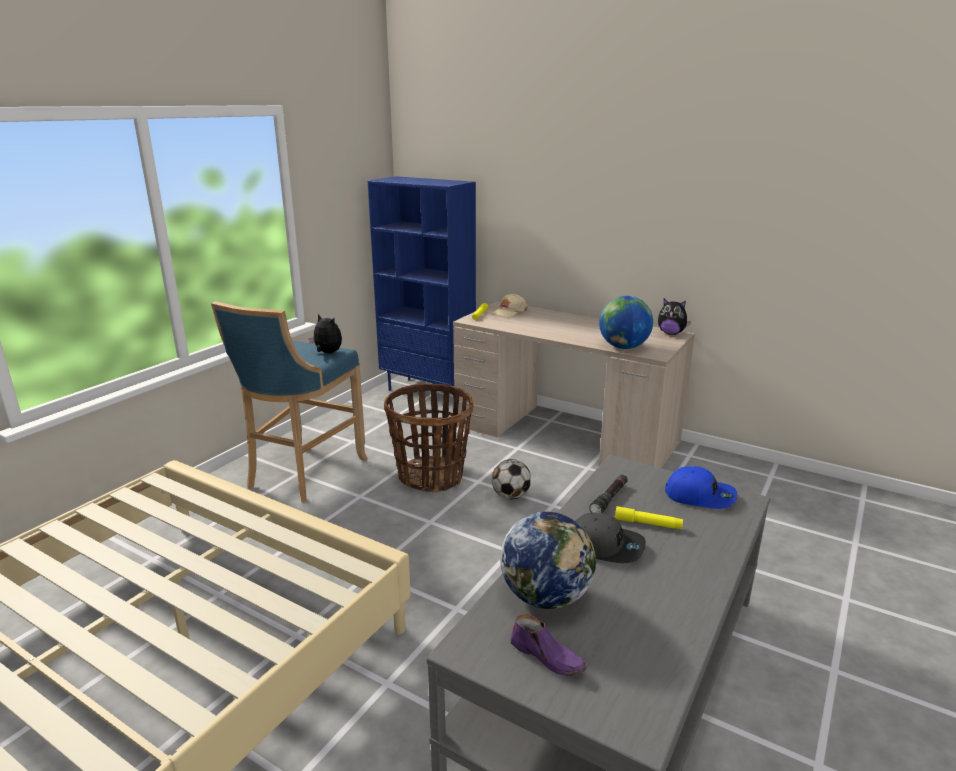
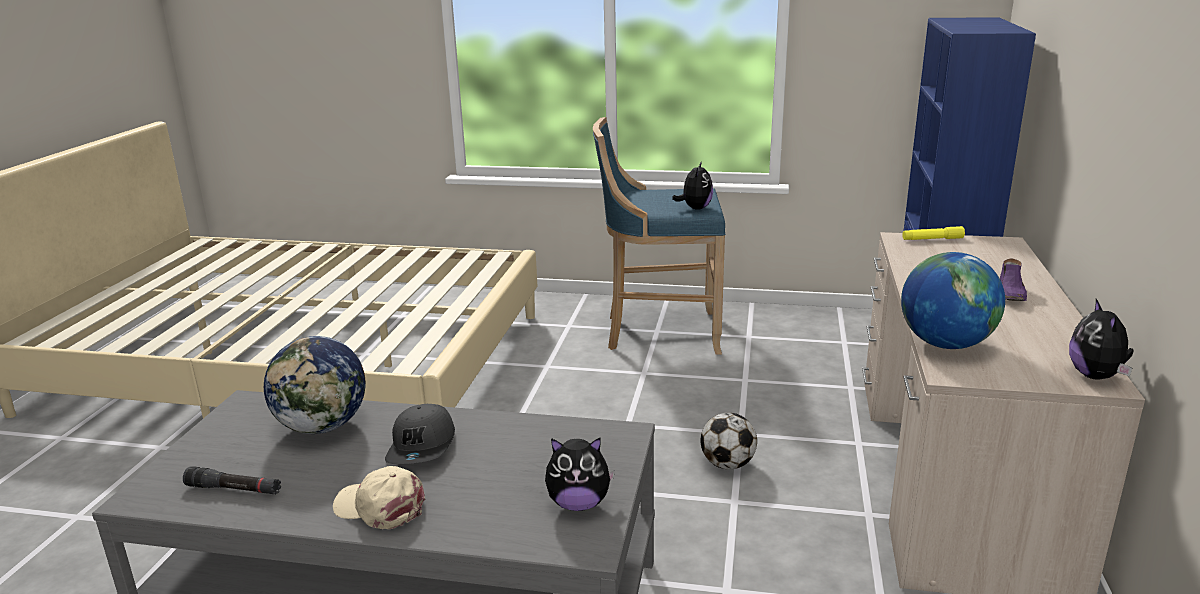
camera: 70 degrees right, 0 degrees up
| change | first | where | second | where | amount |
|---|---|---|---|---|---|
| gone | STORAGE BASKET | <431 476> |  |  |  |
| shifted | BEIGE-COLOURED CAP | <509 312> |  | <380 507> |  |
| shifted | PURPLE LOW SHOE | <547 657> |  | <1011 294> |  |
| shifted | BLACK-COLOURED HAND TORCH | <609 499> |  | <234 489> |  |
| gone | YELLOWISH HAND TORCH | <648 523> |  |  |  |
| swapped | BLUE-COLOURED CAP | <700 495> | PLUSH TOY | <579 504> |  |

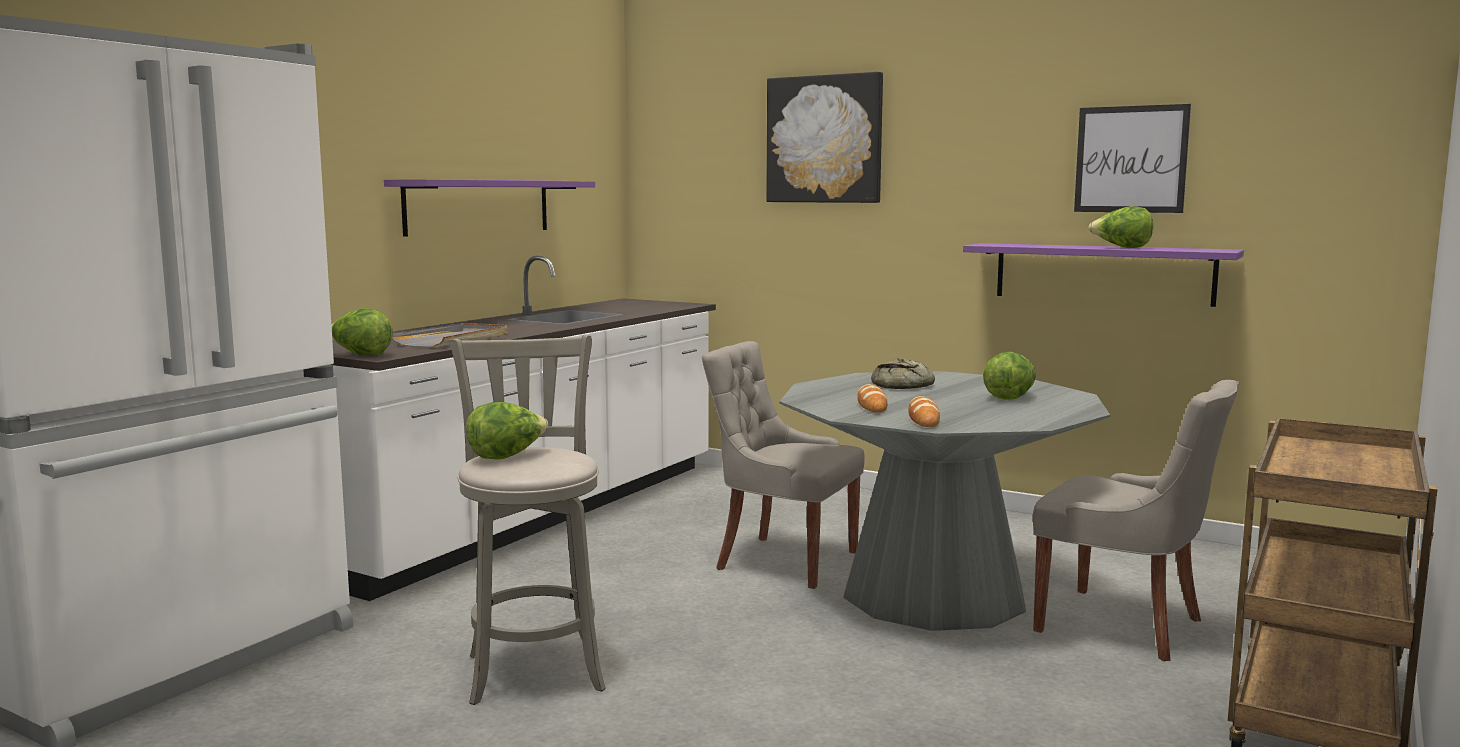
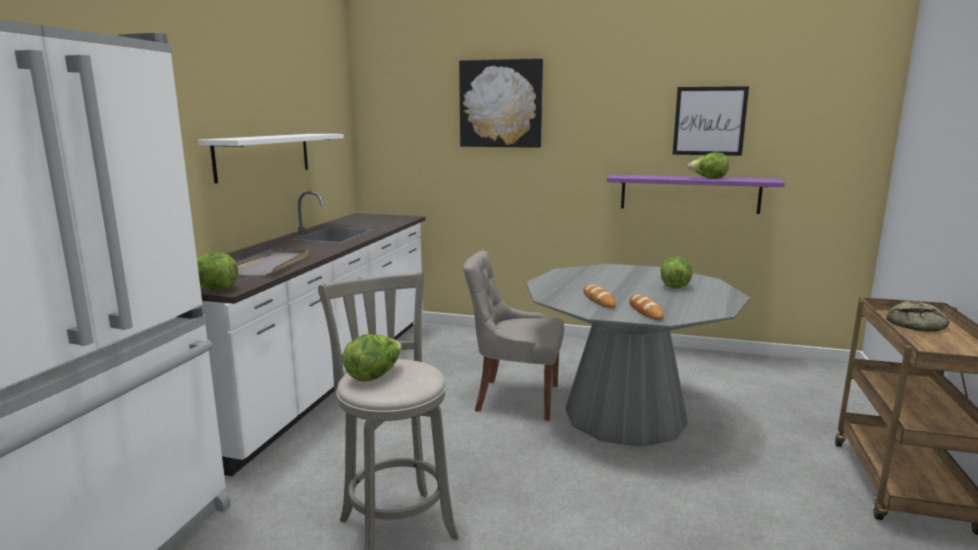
camera: 15 degrees left, 5 degrees up
| change | first | where | second | where | amount |
|---|---|---|---|---|---|
| repainted | PURPLE WALL SHELF | <478 206> | WHITE-COLOURED WALL SHELF | <264 156> |  |
| shifted | BREAD | <903 385> |  | <919 325> |  |
| gone | GREYISH CHAIR | <1124 625> |  |  |  |

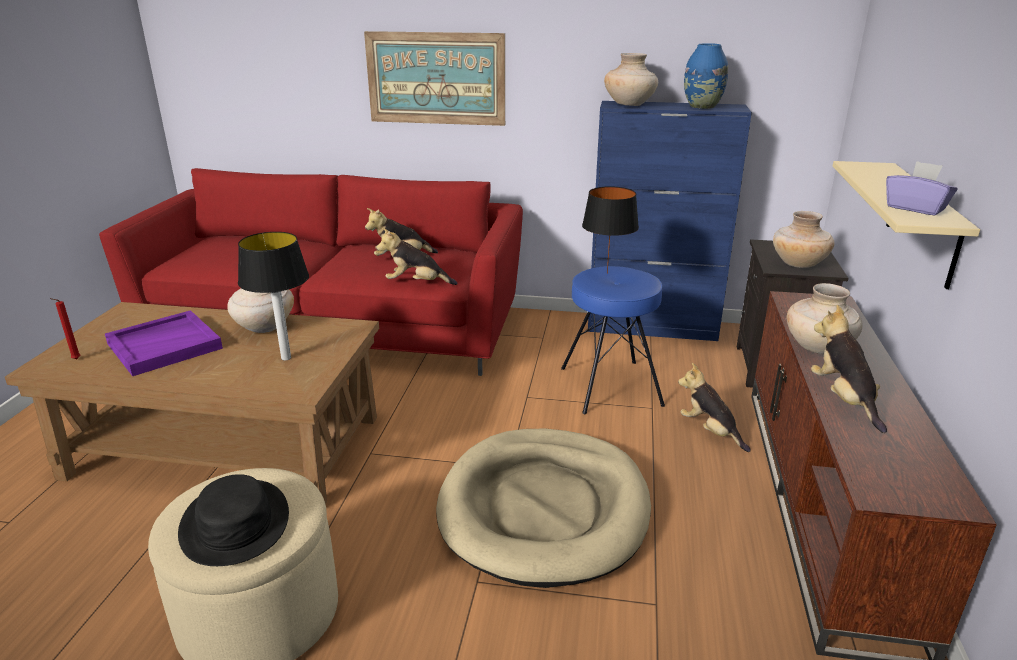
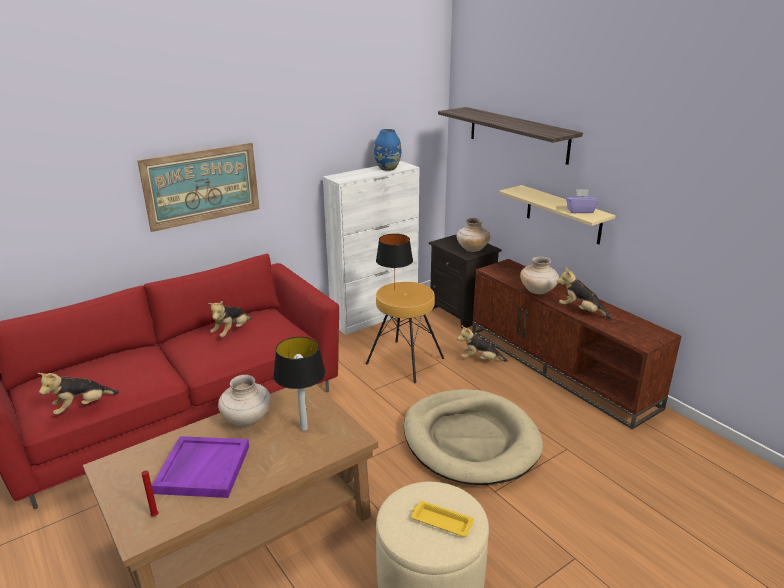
camera: 45 degrees left, 0 degrees up
| change | first | where | second | where | amount |
|---|---|---|---|---|---|
| swapped | BLACK-COLOURED HAT | <234 523> | YELLOWISH CARRYING TRAY | <441 521> |  |
| shifted | PLUSH TOY | <416 283> |  | <82 407> |  |
| repainted | BLUE-COLOURED SITTING STOOL | <609 386> | BROWN SITTING STOOL | <405 361> |  |
| repainted | BLUE-COLOURED CUPBOARD | <652 327> | WHITE-COLOURED CUPBOARD | <375 316> |  |
| gone | BEIGE-COLOURED FLOWER VASE | <630 105> |  |  |  |
| new |  |  | WALL SHELF | <517 134> |  |

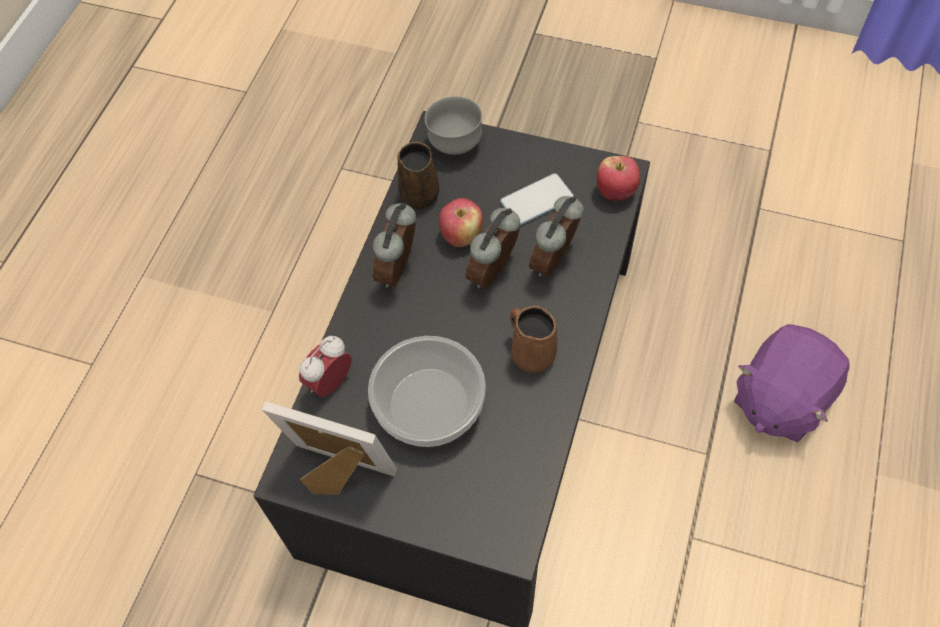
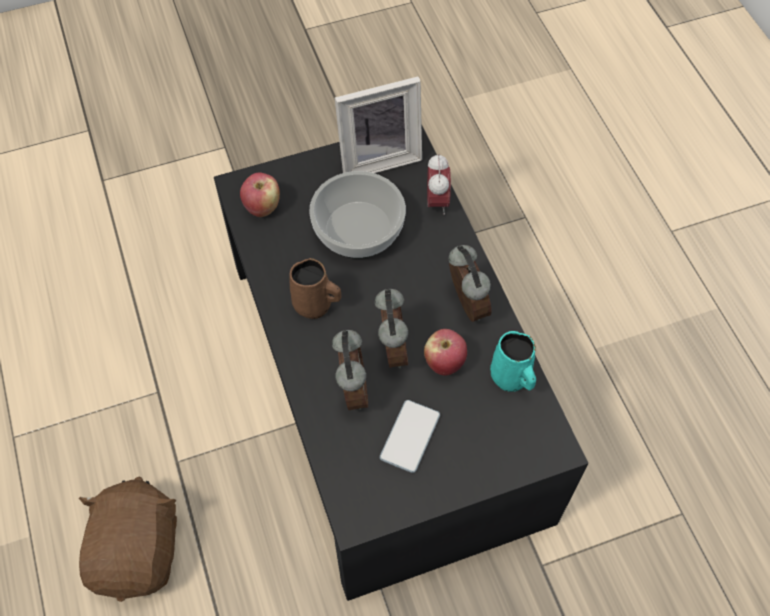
camera: 140 degrees right, 0 degrees up
| change | first | where | second | where | amount |
|---|---|---|---|---|---|
| repainted | BROWN TEA MUG | <420 193> | BLUE-GREEN TEA MUG | <511 378> |  |
| gone | GREYISH BOWL | <455 145> |  |  |  |
| shifted | APPLE | <616 192> |  | <262 207> |  |
| repainted | PURPLE PLUSH TOY | <780 398> | BROWN PLUSH TOY | <139 550> |  |

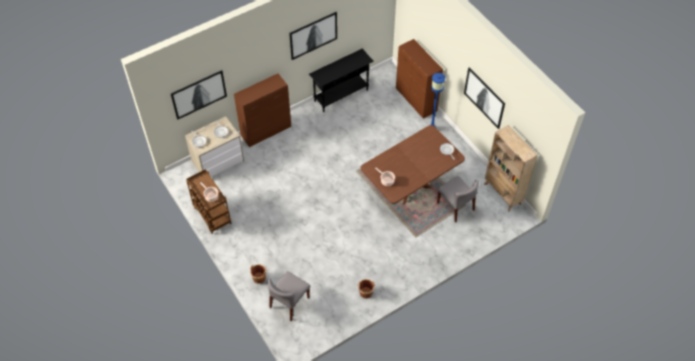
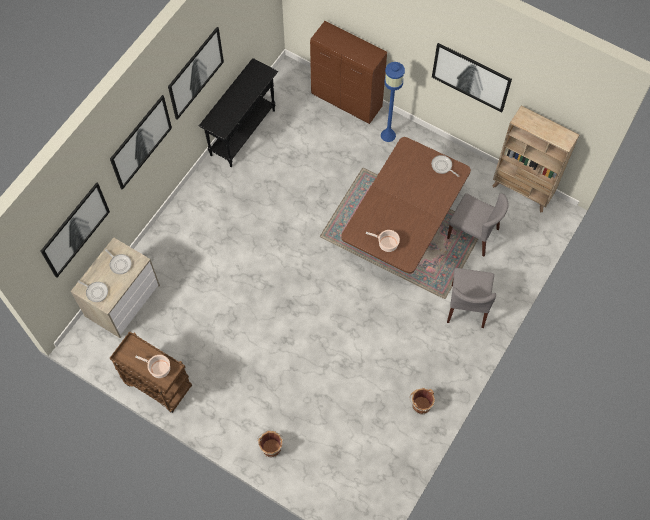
camera: 25 degrees left, 10 degrees up
| change | first | where | second | where | amount |
|---|---|---|---|---|---|
| gone | BROWN CUPBOARD | <266 131> |  |  |  |
| shifted | GREYISH CHAIR | <289 303> |  | <467 306> |  |
| new |  |  | WALL ART | <141 142> |  |

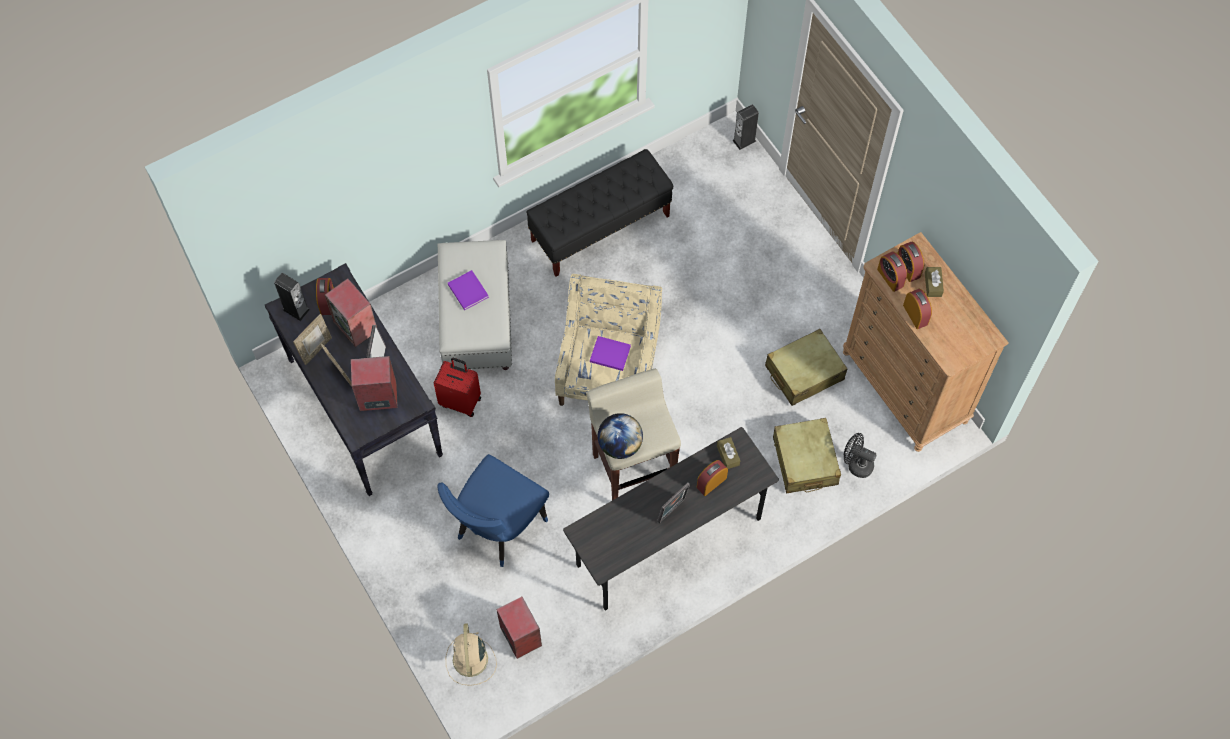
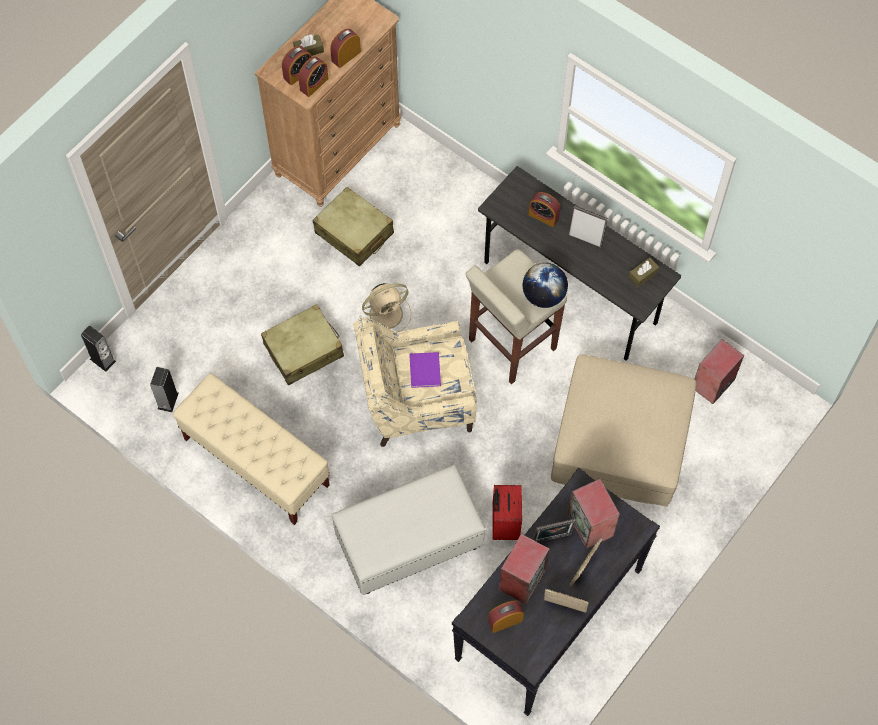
camera: 110 degrees left, 0 degrees up
| change | first | where | second | where | amount |
|---|---|---|---|---|---|
| shifted | SPEAKER | <296 309> |  | <168 400> |  |
| swapped | BLUE-COLOURED CHAIR | <497 529> | BEIGE-COLOURED FOOTREST | <621 441> |  |
| shifted | BEIGE-COLOURED COOLING FAN | <470 661> |  | <387 313> |  |
| gone | PURPLE VOLUME | <467 290> |  |  |  |
| repainted | BLACK-COLOURED INDOOR BENCH | <600 228> | BEIGE-COLOURED INDOOR BENCH | <256 462> |  |
| shifted | BROWN TISSUE HOLDER | <728 455> |  | <643 275> |  |
| shifted | BEIGE-COLOURED TRAVEL CASE | <805 461> |  | <304 350> |  |
| gone | BLACK-COLOURED COOLING FAN | <856 464> |  |  |  |

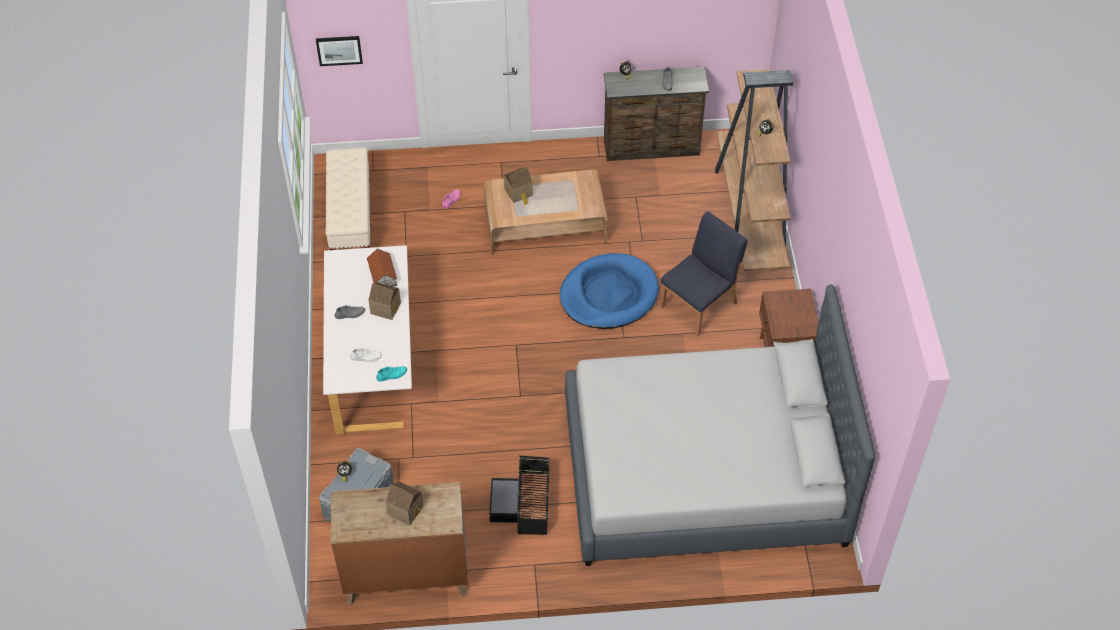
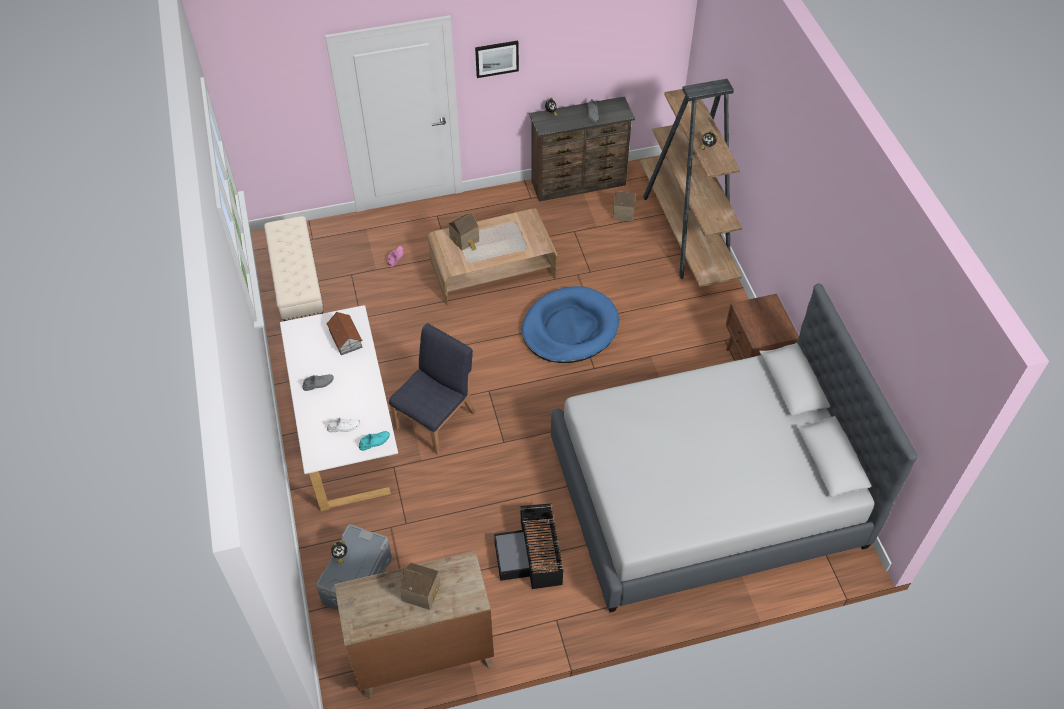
camera: 10 degrees left, 0 degrees up
| change | first | where | second | where | amount |
|---|---|---|---|---|---|
| shifted | WALL ART | <339 50> |  | <496 58> |  |
| shifted | TOY HOUSE | <386 307> |  | <623 212> |  |
| shifted | BLUE-COLOURED CHAIR | <699 304> |  | <436 419> |  |

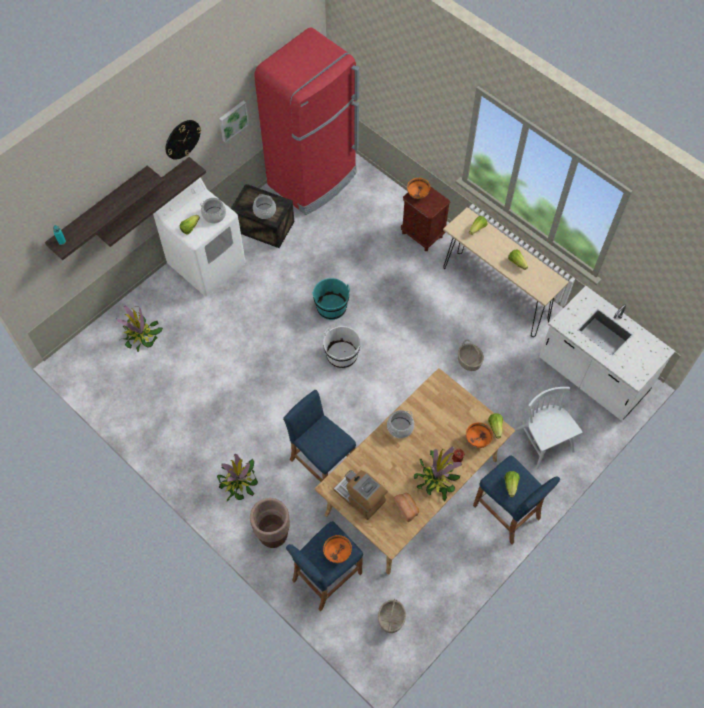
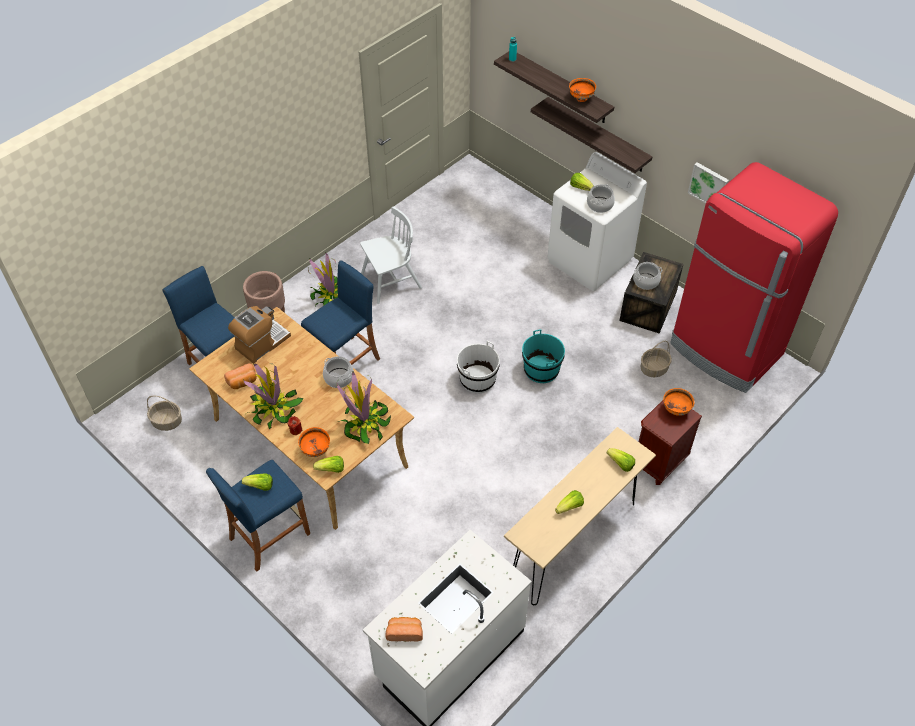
camera: 90 degrees right, 10 degrees down
| change | first | where | second | where | amount |
|---|---|---|---|---|---|
| shifted | PLANT IN A POT | <140 336> |  | <364 423> |  |
| gone | CLOCK ON THE WALL | <182 139> |  |  |  |
| shifted | ORANGE BOWL | <337 553> |  | <581 98> |  |
| shifted | STORAGE BASKET | <469 361> |  | <653 369> |  |
| shifted | WHITE-COLOURED CHAIR | <543 441> |  | <391 281> |  |
| new |  |  | BREAD | <404 632> |  |

